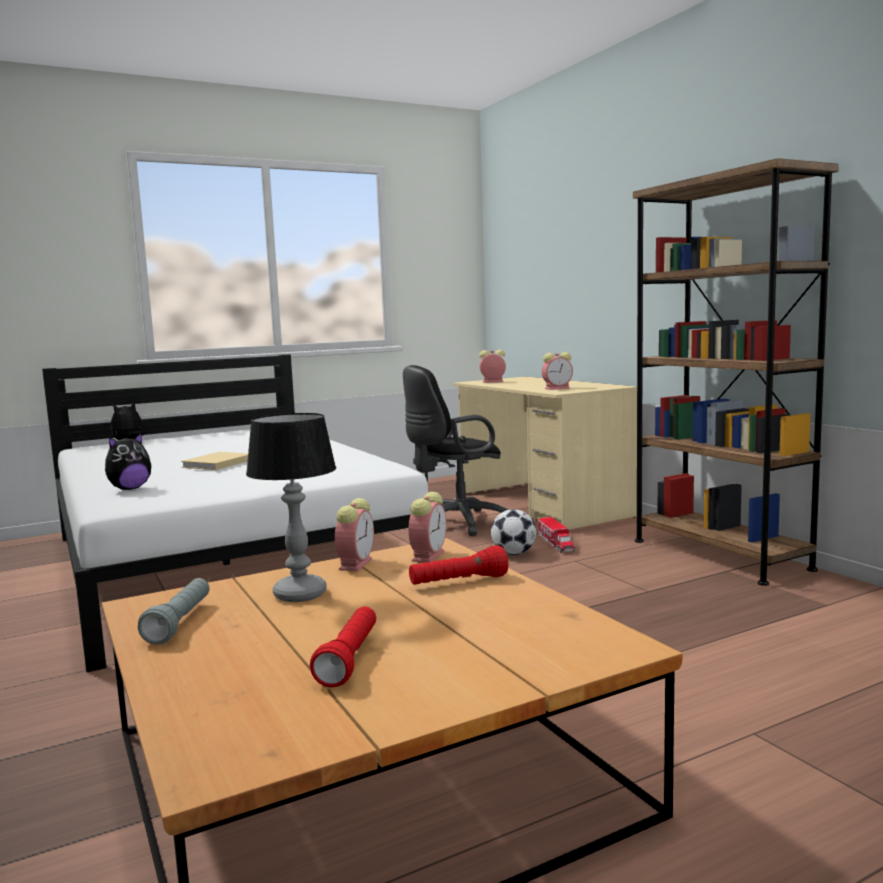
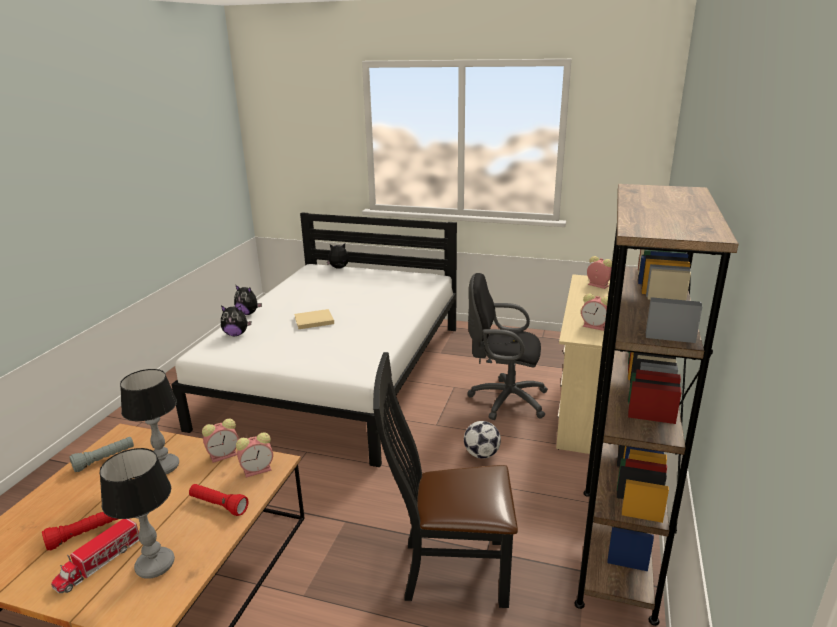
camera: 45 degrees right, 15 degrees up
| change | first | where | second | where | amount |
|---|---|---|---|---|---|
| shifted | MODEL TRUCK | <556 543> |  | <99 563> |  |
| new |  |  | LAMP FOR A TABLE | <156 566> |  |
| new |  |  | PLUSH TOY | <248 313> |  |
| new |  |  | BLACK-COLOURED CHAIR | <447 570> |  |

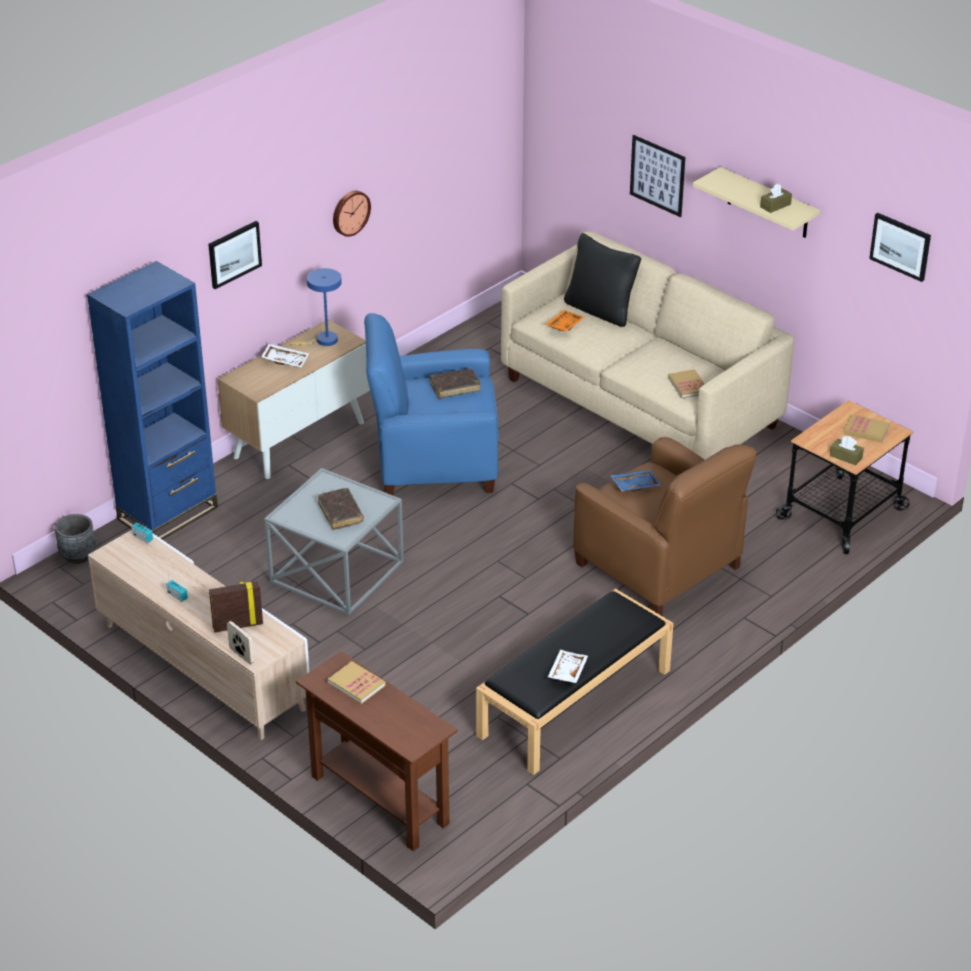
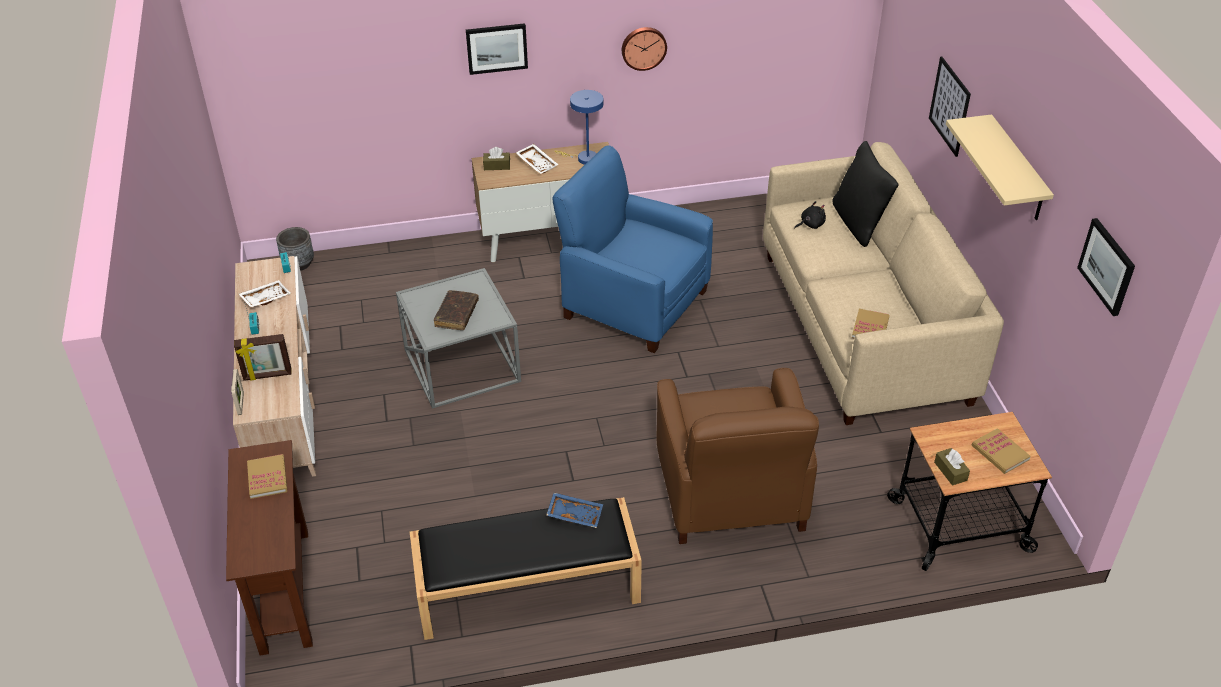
camera: 35 degrees right, 5 degrees up
| change | first | where | second | where | amount |
|---|---|---|---|---|---|
| gone | BLUE-COLOURED BOOKCASE | <168 513> |  |  |  |
| rotated | PHOTO FRAME | <237 625> |  | <267 375> | 150 degrees clockwise |
| gone | BROWN VOLUME | <455 387> |  |  |  |
| swapped | ORANGE CARRYING TRAY | <564 325> | BLACK-COLOURED PLUSH TOY | <810 224> |  |
| shifted | WHITE-COLOURED CARRYING TRAY | <566 671> |  | <265 298> |  |
| shifted | BLUE-COLOURED CARRYING TRAY | <635 485> |  | <575 514> |  |
| shifted | BROWN TISSUE HOLDER | <775 205> |  | <497 166> |  |

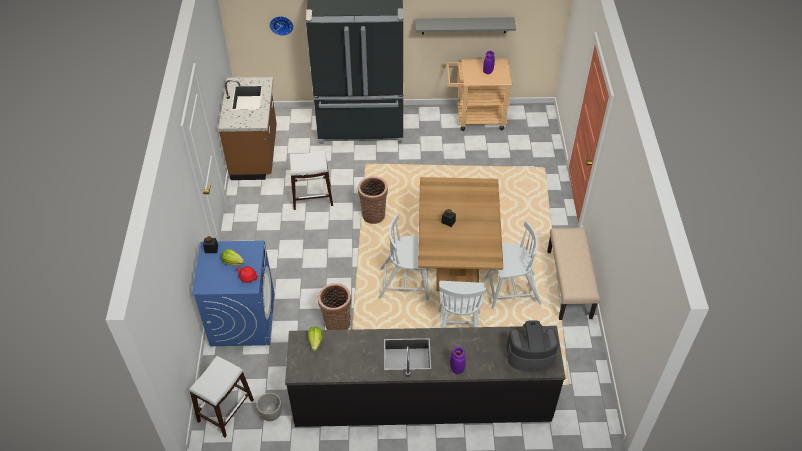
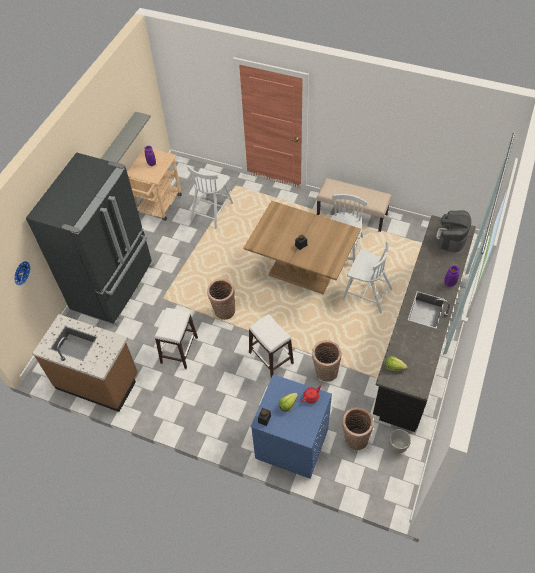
camera: 65 degrees left, 5 degrees up
| change | first | where | second | where | amount |
|---|---|---|---|---|---|
| shifted | WHITE-COLOURED SITTING STOOL | <226 410> |  | <271 357> |  |
| shifted | WHITE-COLOURED CHAIR | <405 283> |  | <212 210> |  |
| new |  |  | STORAGE BASKET | <354 438> |  |

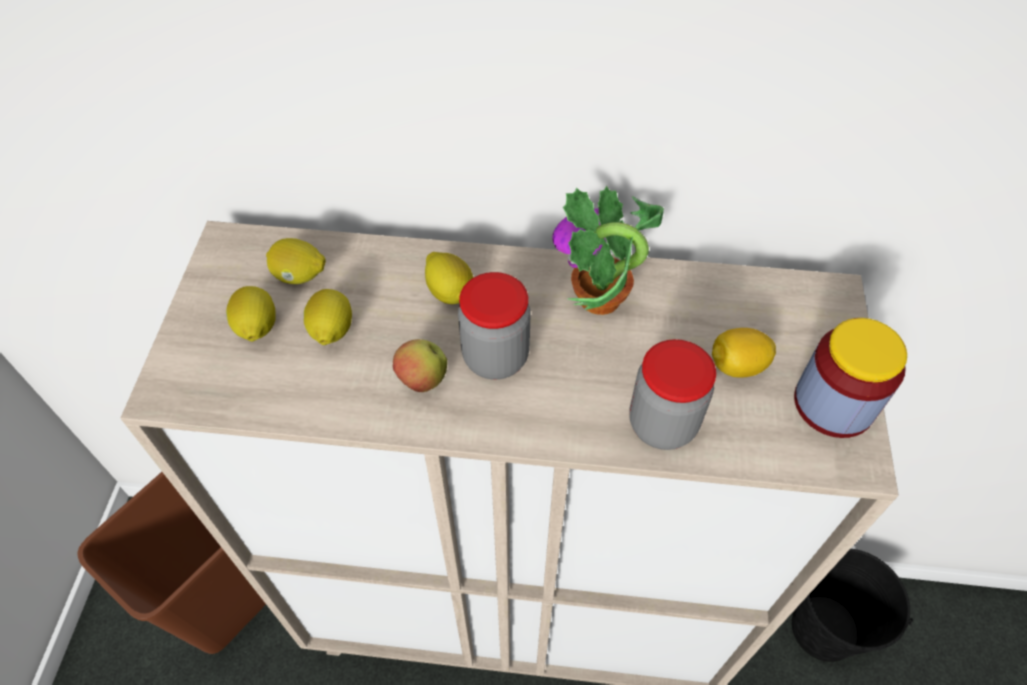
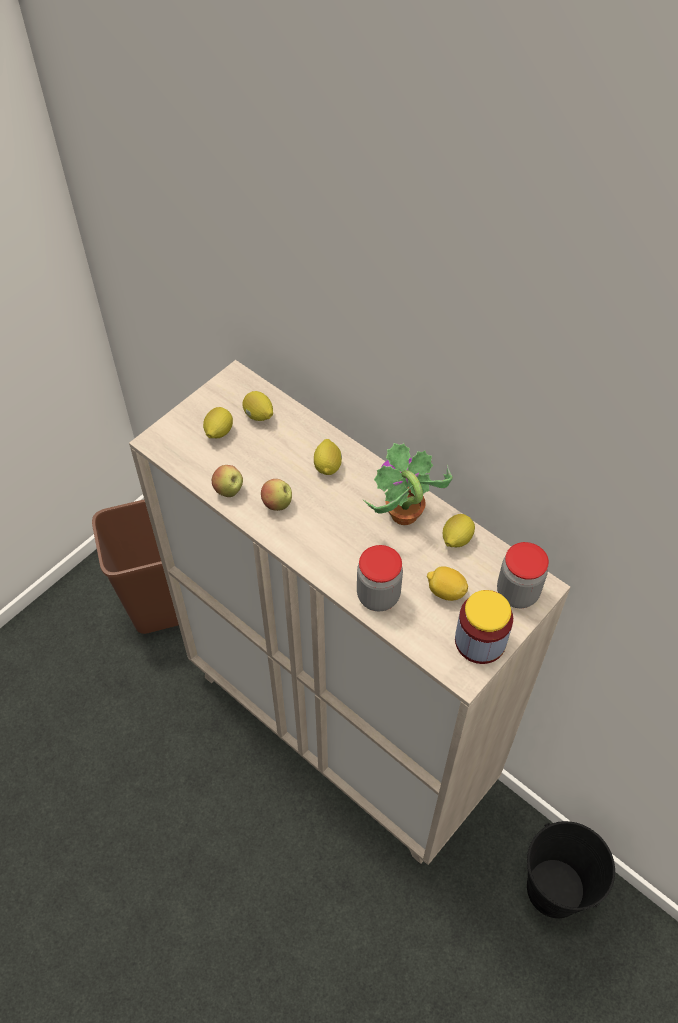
camera: 35 degrees right, 0 degrees up
| change | first | where | second | where | amount |
|---|---|---|---|---|---|
| shifted | CITRUS FRUIT | <331 331> |  | <456 539> |  |
| shifted | JAR | <495 357> |  | <517 593> |  |
| new |  |  | APPLE | <229 490> |  |

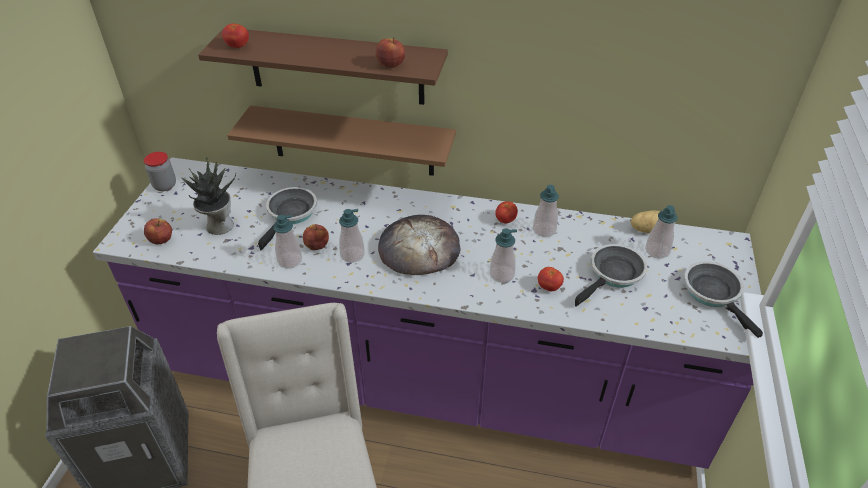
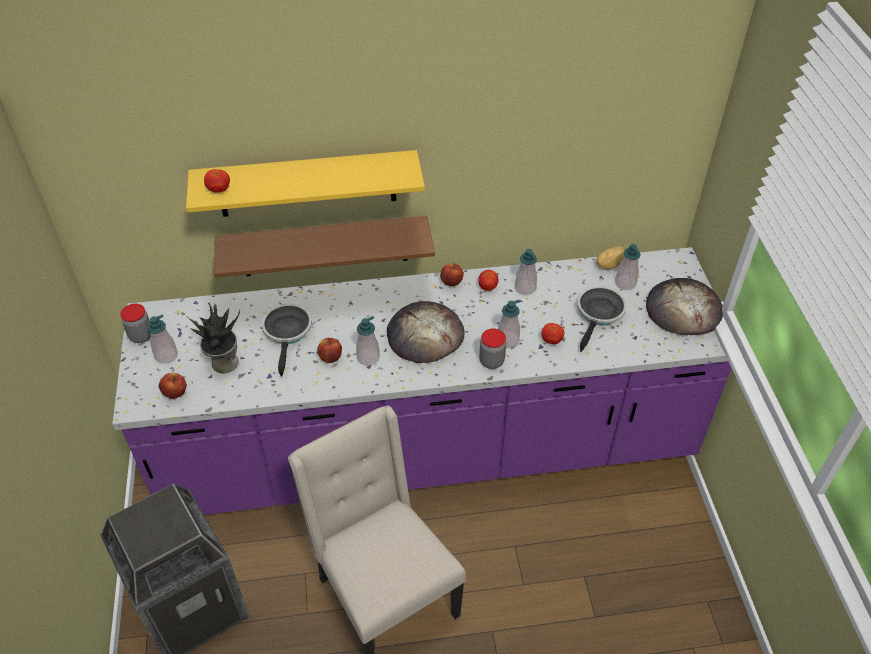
camera: 20 degrees left, 5 degrees up
| change | first | where | second | where | amount |
|---|---|---|---|---|---|
| repainted | BROWN WALL SHELF | <336 66> | YELLOWISH WALL SHELF | <307 184> |  |
| shifted | SOAP DISPENSER | <290 261> |  | <166 355> |  |
| shifted | APPLE | <390 64> |  | <451 282> |  |
| swapped | PAN | <714 294> | BREAD | <683 310> |  |
| new |  |  | JAR | <491 361> |  |

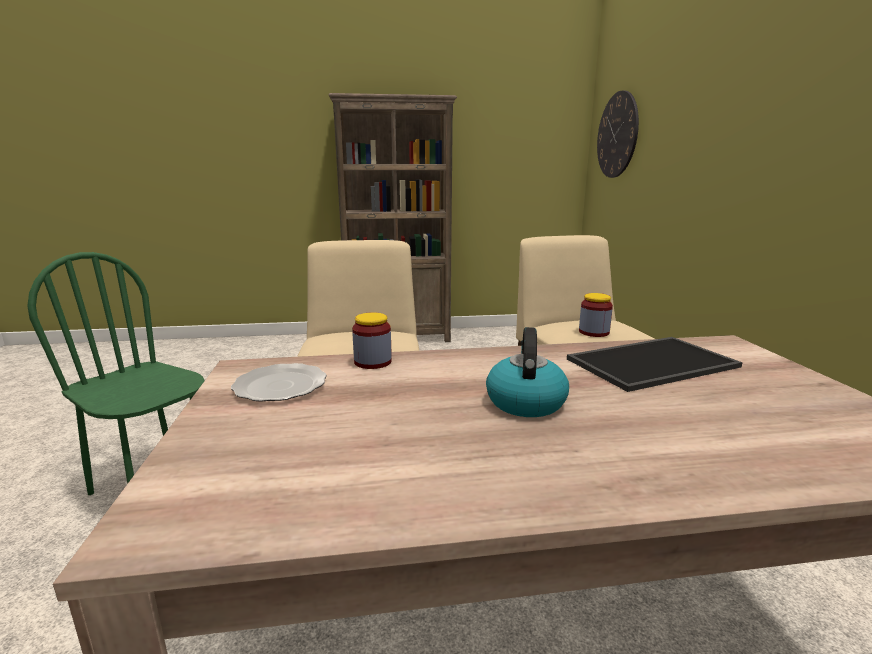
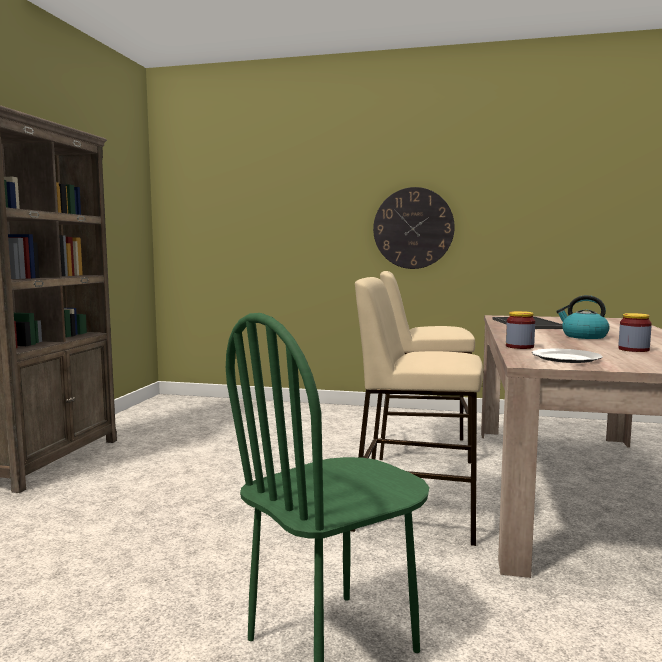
camera: 70 degrees left, 10 degrees down
| change | first | where | second | where | amount |
|---|---|---|---|---|---|
| shifted | JAR | <594 332> |  | <633 349> |  |
| shifted | CLOCK ON THE WALL | <617 135> |  | <413 228> |  |

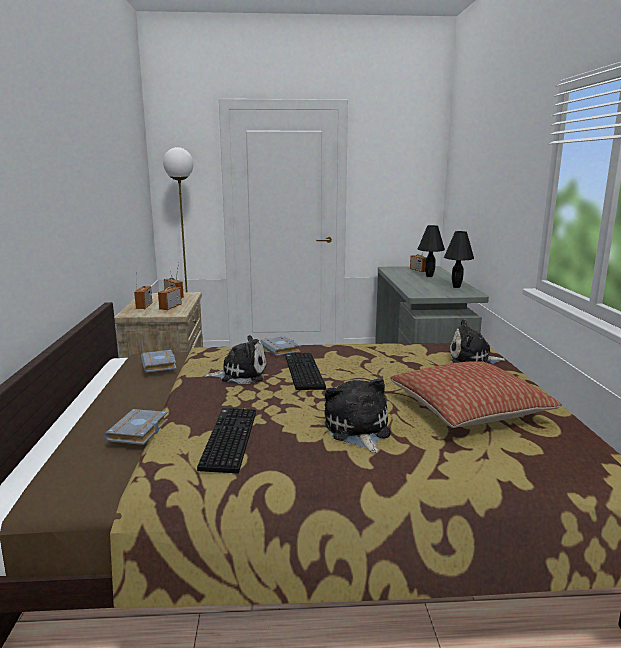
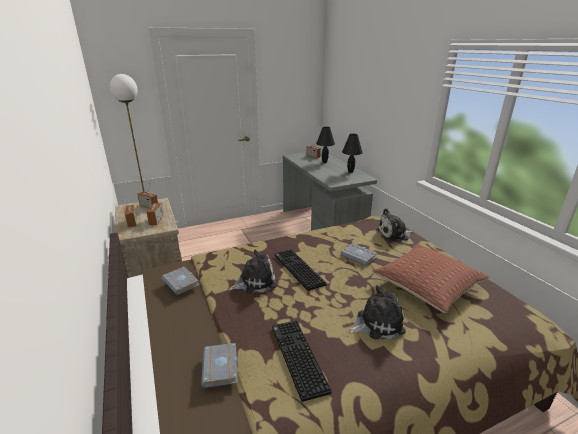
camera: 20 degrees left, 10 degrees up
| change | first | where | second | where | amount |
|---|---|---|---|---|---|
| shifted | GREYISH VOLUME | <281 349> |  | <359 256> |  |
| rotated | PLUSH TOY | <357 430> |  | <377 323> | 105 degrees clockwise |

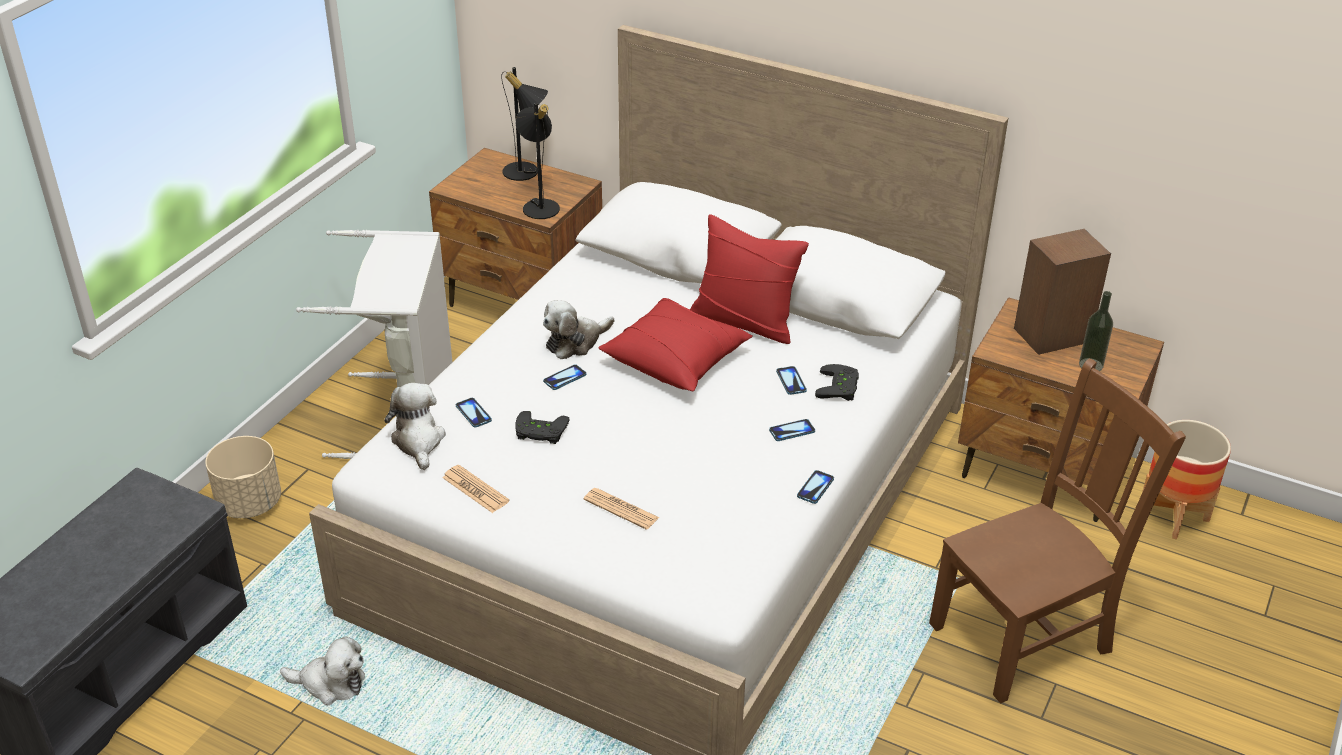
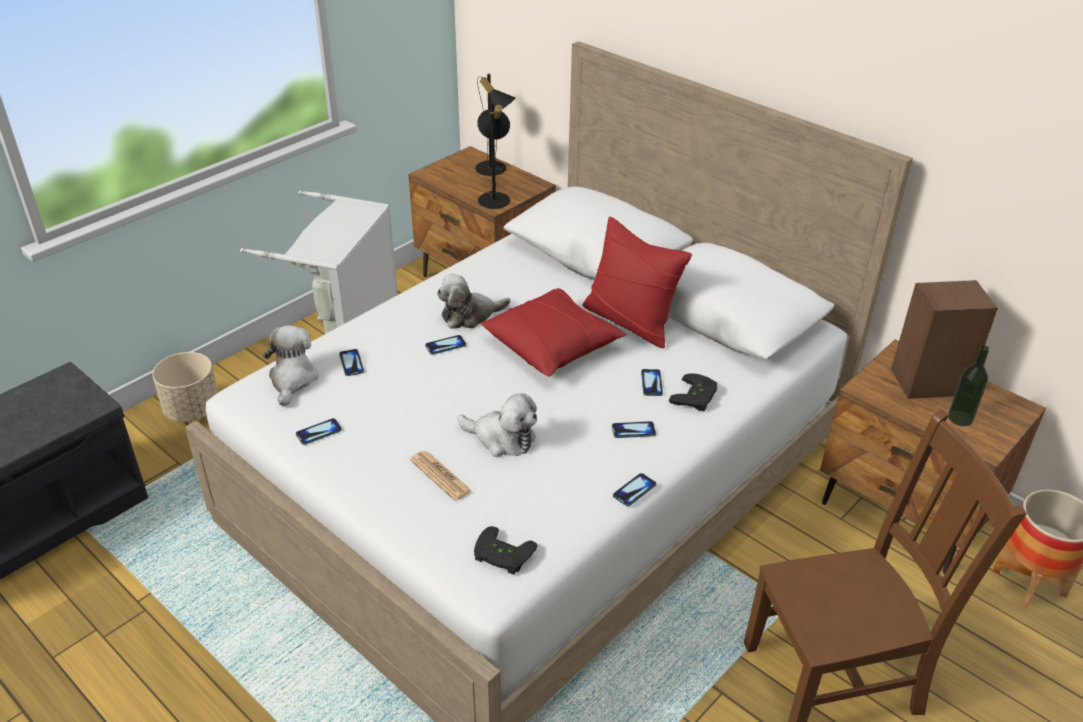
camera: 15 degrees right, 0 degrees up
| change | first | where | second | where | amount |
|---|---|---|---|---|---|
| shifted | PLUSH TOY | <330 684> |  | <502 438> |  |
| swapped | DAILY PAPER | <475 489> | TELEPHONE | <319 432> |  |
| shifted | BLACK-COLOURED JOYPAD | <540 432> |  | <501 556> |  |

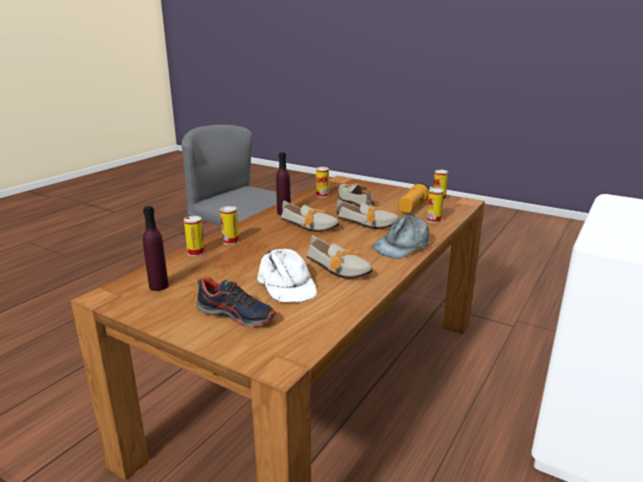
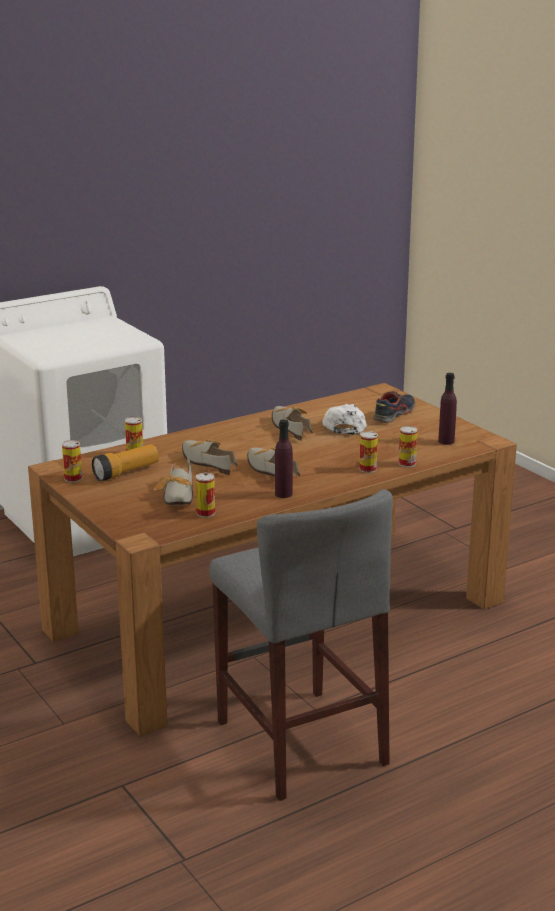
camera: 155 degrees left, 0 degrees up
| change | first | where | second | where | amount |
|---|---|---|---|---|---|
| rotated | LOW SHOE | <236 315> |  | <393 414> | 75 degrees clockwise |
| gone | GREYISH CAP | <402 246> |  |  |  |

